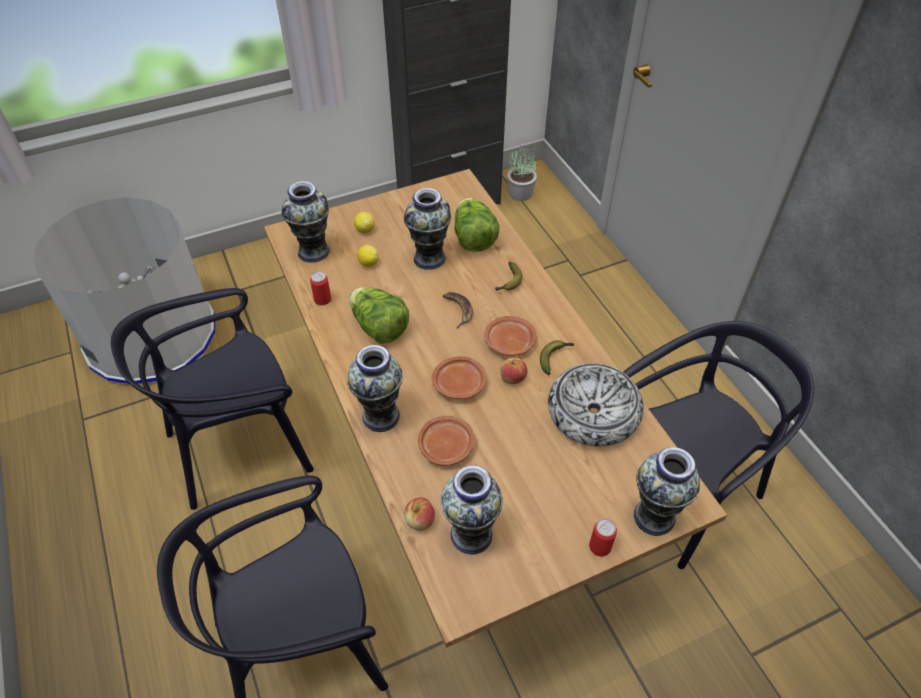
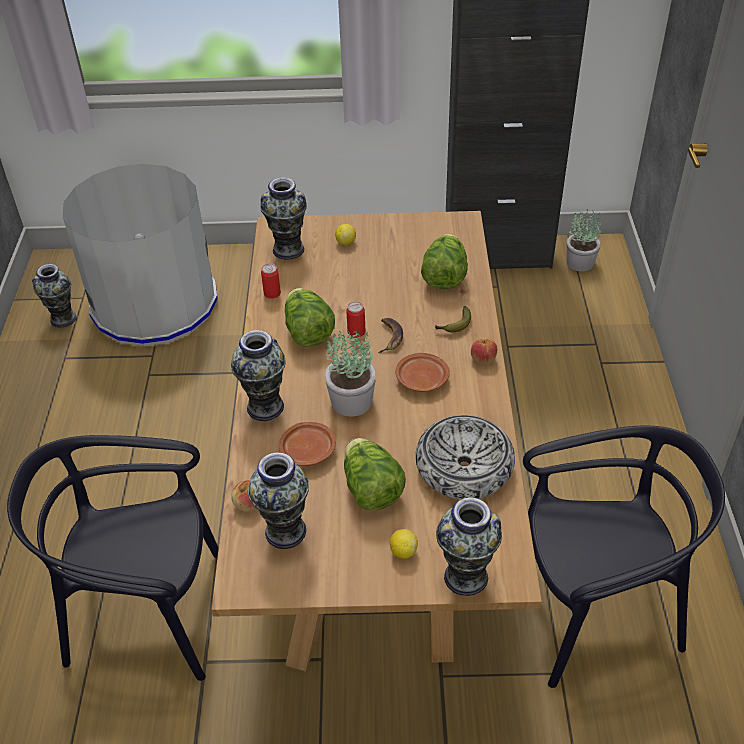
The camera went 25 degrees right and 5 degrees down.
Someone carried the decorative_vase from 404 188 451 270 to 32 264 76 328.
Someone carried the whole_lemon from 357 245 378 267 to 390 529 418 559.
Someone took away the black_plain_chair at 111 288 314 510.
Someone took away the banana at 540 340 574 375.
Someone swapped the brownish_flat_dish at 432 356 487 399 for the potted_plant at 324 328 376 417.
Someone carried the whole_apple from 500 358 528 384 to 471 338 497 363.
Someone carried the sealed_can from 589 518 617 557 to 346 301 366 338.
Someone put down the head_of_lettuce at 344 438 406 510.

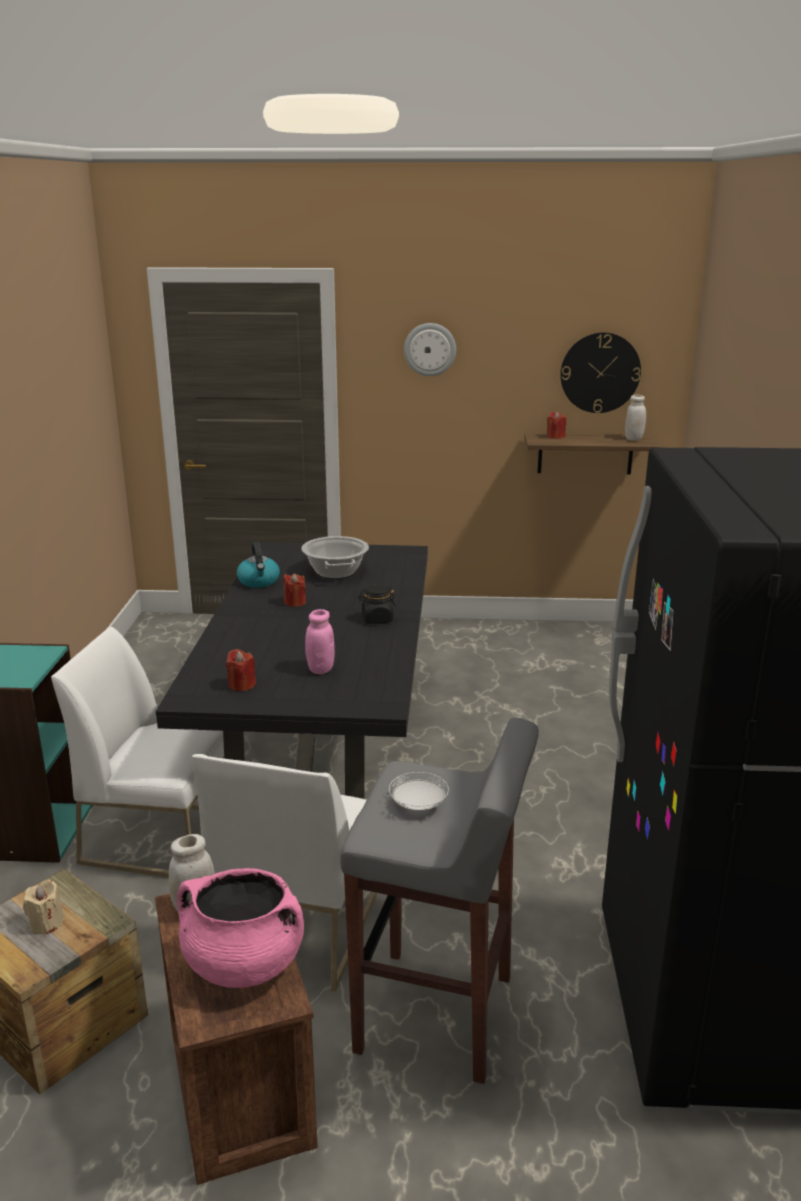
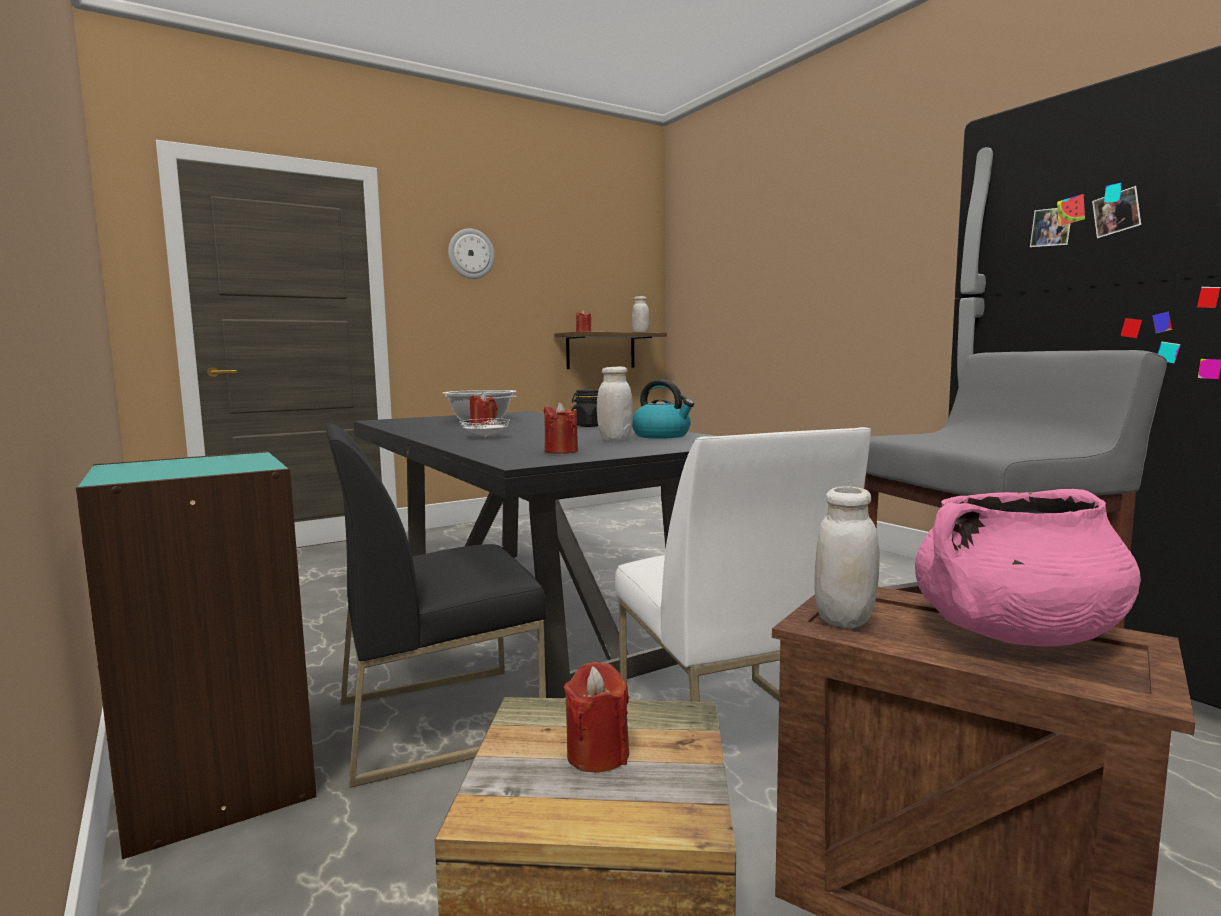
The camera went 35 degrees left and 15 degrees down.
Someone took away the hanging_clock at 560 332 641 413.
Someone carried the kettle from 237 542 280 588 to 632 380 694 439.
Someone repainted the pink_storage_jar at 305 609 335 674, which became the white_storage_jar at 597 367 633 441.
Someone repainted the white_plain_chair at 51 627 224 877, which became the black_plain_chair at 326 423 546 788.
Someone carried the white_flat_dish from 389 772 449 810 to 460 419 510 437.
Someone repainted the beige_wax_candle at 23 880 64 935, which became the red-coloured_wax_candle at 564 662 629 772.

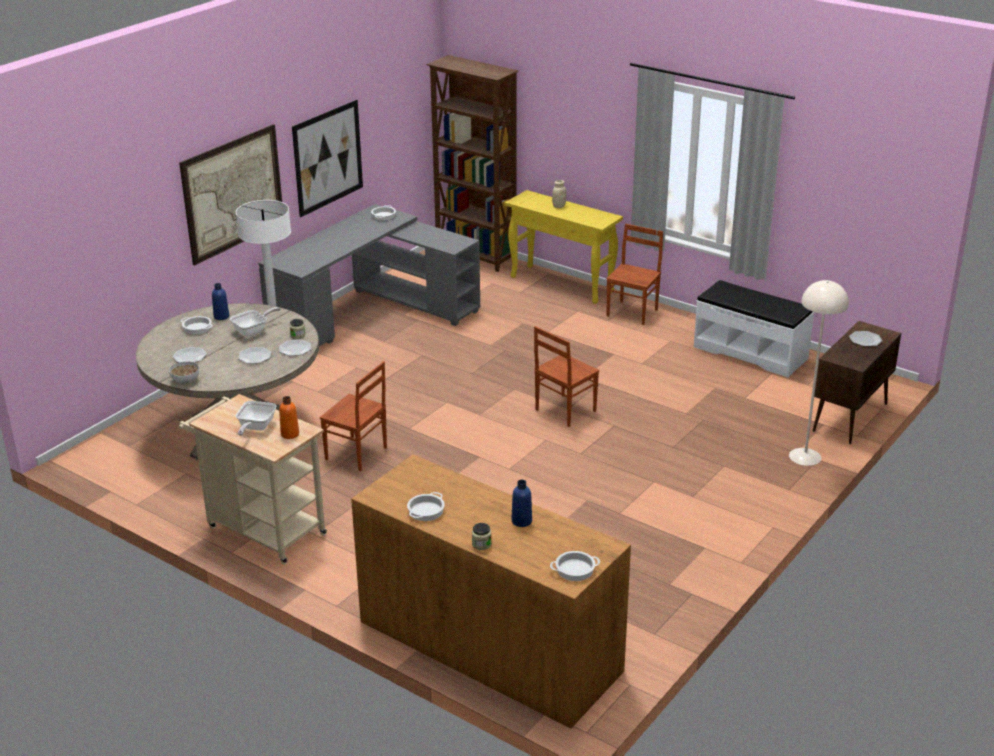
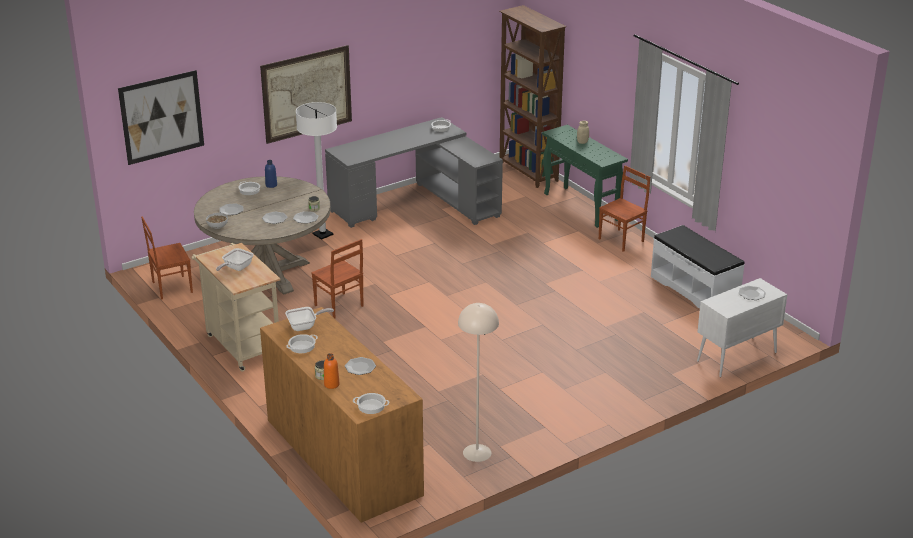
The camera went 20 degrees right and 0 degrees up.
Someone carried the picture from 292 100 363 217 to 118 70 204 165.
Someone repainted the yellow-coloured_console_table at 505 190 623 304, which became the green_console_table at 542 125 628 228.
Someone carried the beige_floor_lamp from 789 280 849 466 to 458 303 499 462.
Someone carried the pan from 230 307 281 337 to 285 307 334 331.
Someone repainted the brownish_cabinet at 813 321 901 444, which became the white_cabinet at 697 278 787 377.
Someone carried the brownish_plain_chair from 534 326 599 427 to 141 217 193 300.
Someone carried the orangey_beverage_bottle from 279 396 299 439 to 324 353 339 389.
Someone swapped the blue-coloured_beverage_bottle at 512 480 532 527 for the flat_dish at 345 357 376 375.

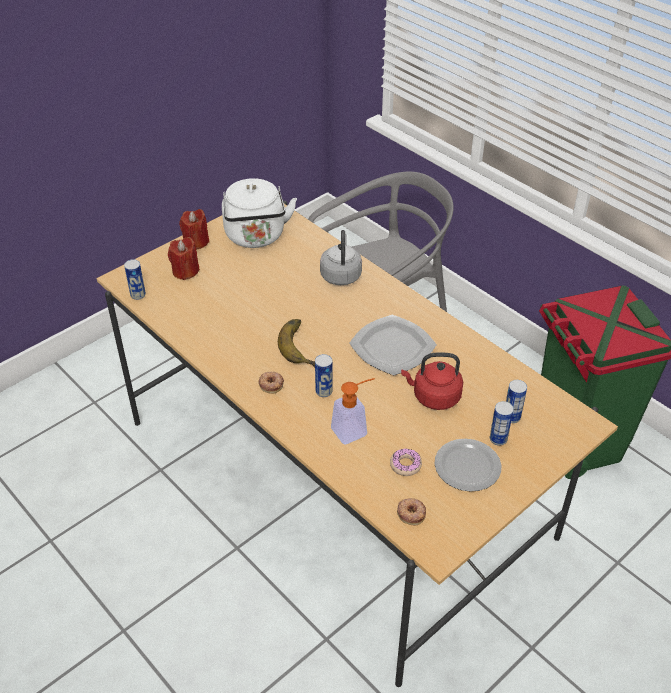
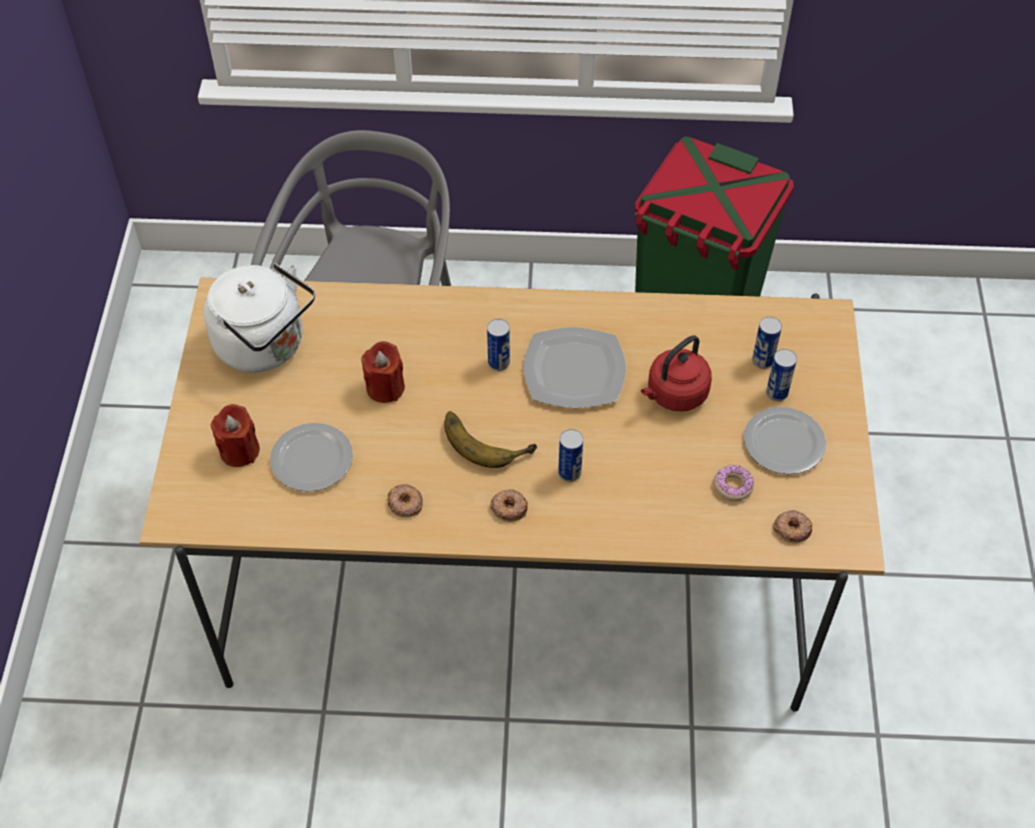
The camera went 45 degrees left and 10 degrees up.
Someone carried the red-coloured_wax_candle from 179 209 209 249 to 361 341 405 403.
Someone took away the gray_kettle at 320 230 362 285.
Someone carried the sealed_can from 124 259 146 300 to 487 319 510 371.
Someone took away the soap_bottle at 331 378 375 445.
Someone put down the flat_dish at 270 423 353 492.
Someone put down the doughnut at 388 484 423 517.

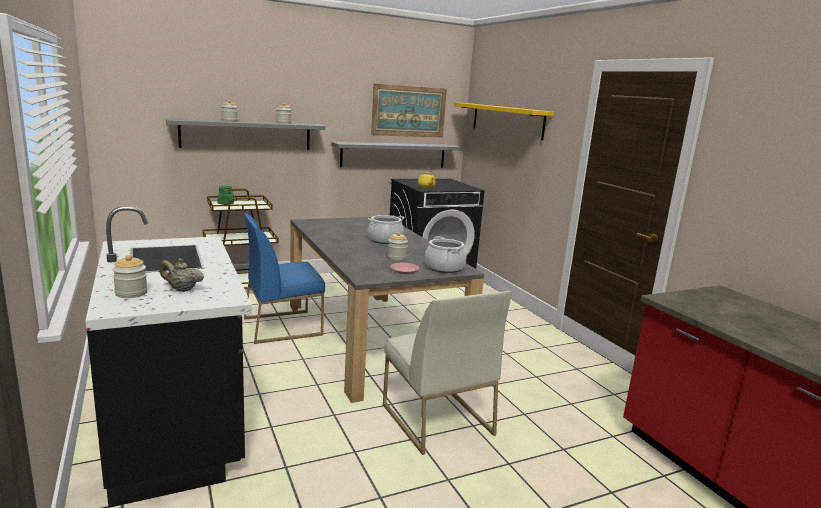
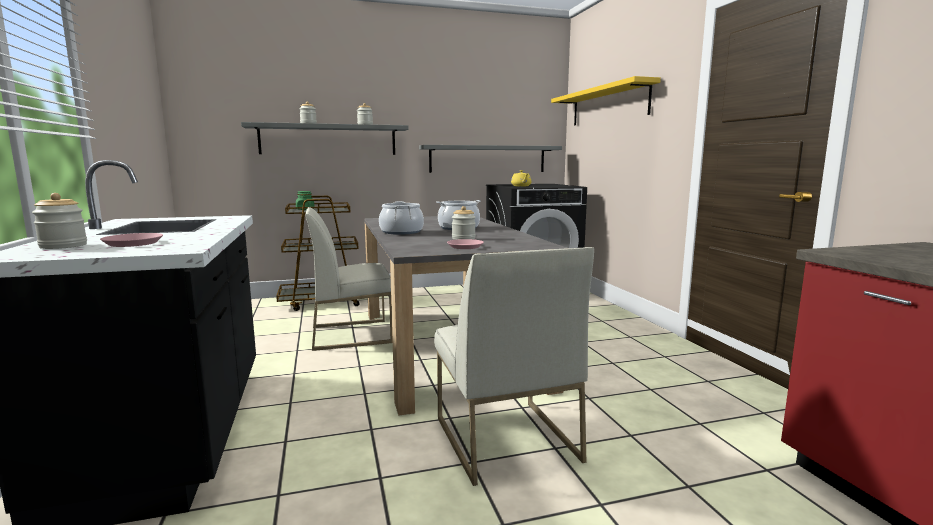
The camera went 10 degrees right and 5 degrees down.
Someone took away the picture at 371 84 447 138.
Someone repainted the blue-coloured_plain_chair at 244 213 325 344, which became the white_plain_chair at 305 207 393 351.
Someone carried the stockpot from 425 236 466 273 to 379 201 424 235.
Someone swapped the beige_tea_pot at 159 258 204 292 for the pink_flat_dish at 100 233 163 247.

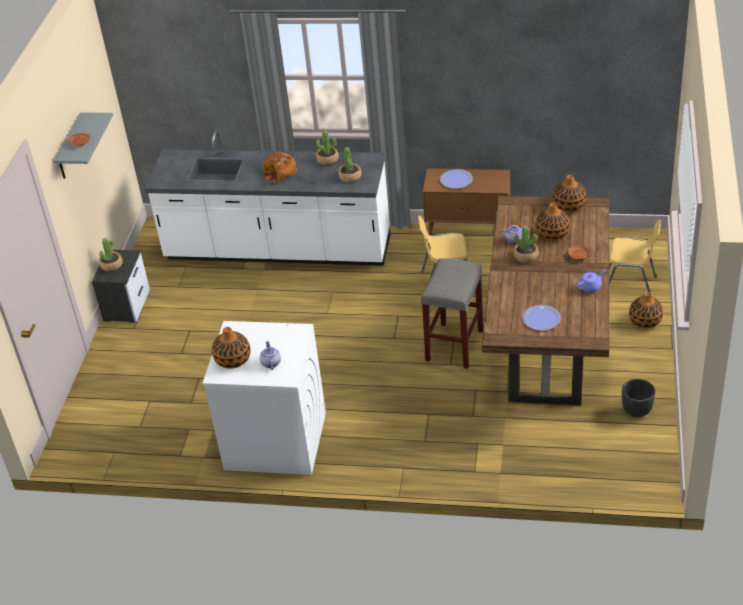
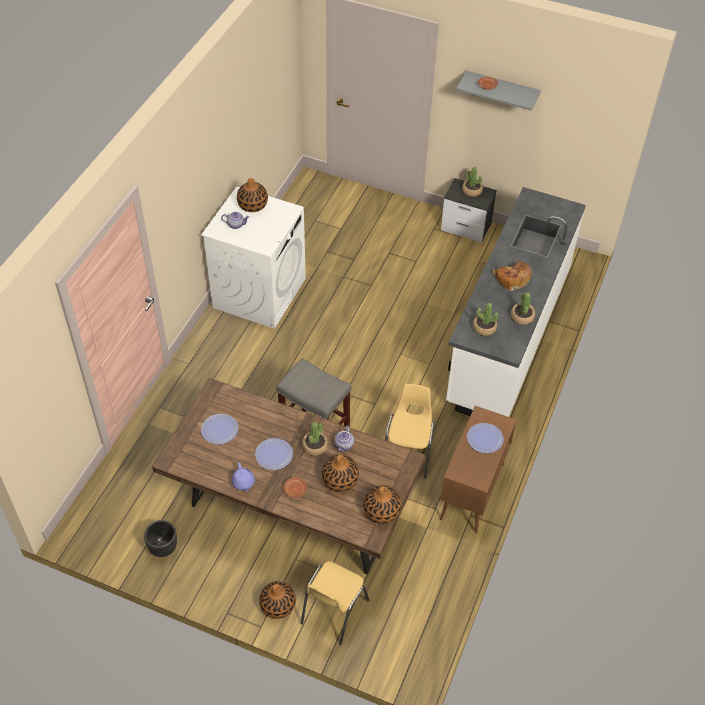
The camera went 100 degrees right and 10 degrees up.
Someone put down the flat_dish at 255 438 293 470.

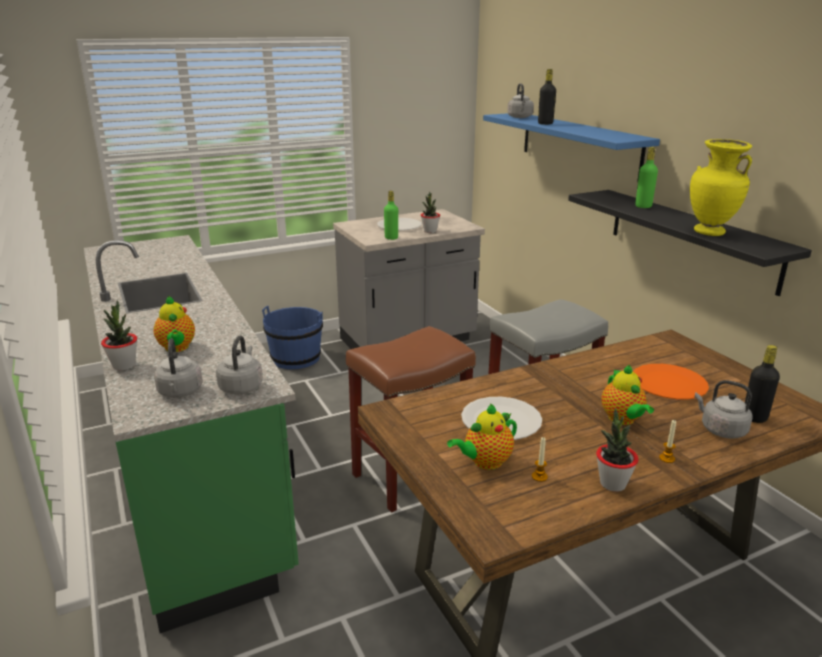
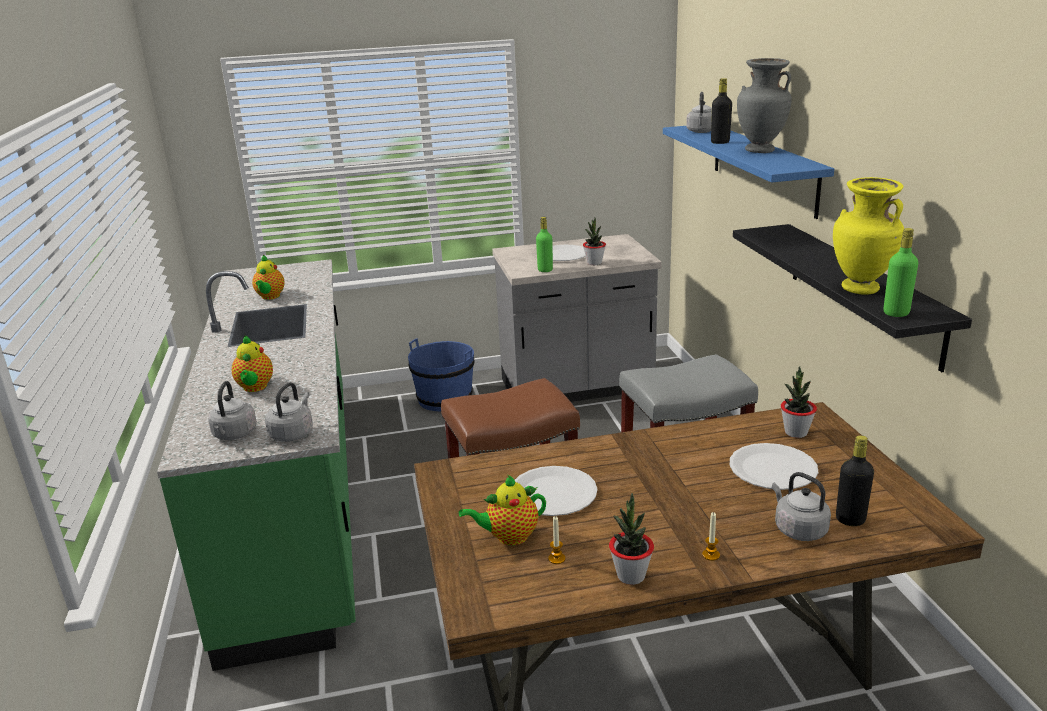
The camera went 15 degrees right and 0 degrees up.
Someone carried the green_beverage_bottle from 635 147 658 208 to 884 228 918 317.
Someone carried the potted_plant from 101 301 137 371 to 781 366 817 438.
Someone repainted the orangey_flat_dish at 633 364 709 399, which became the white_flat_dish at 730 443 818 490.
Someone carried the tea_pot from 602 365 654 425 to 252 255 285 300.
Someone put down the gray_decorative_vase at 737 58 792 153.

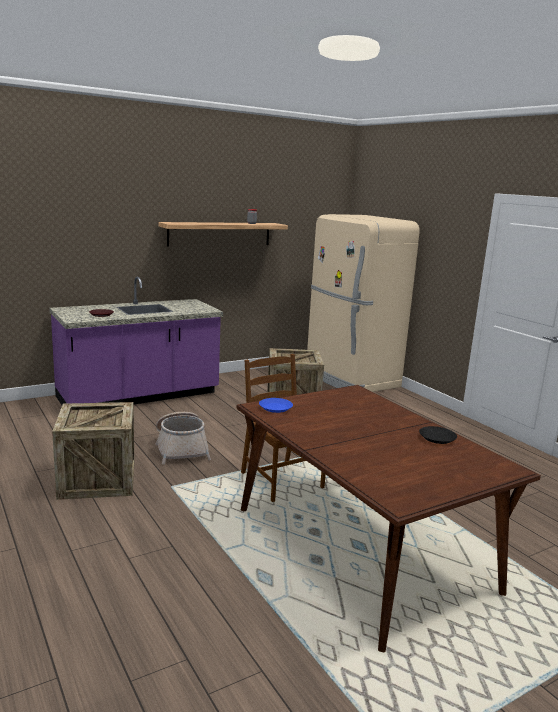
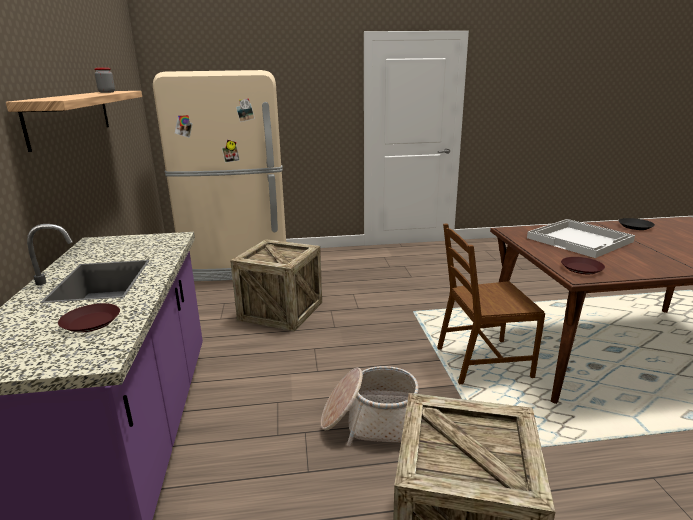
The camera went 65 degrees left and 5 degrees up.
Someone repainted the blue-coloured_flat_dish at 259 398 293 413, which became the brownish_flat_dish at 561 257 605 274.
Someone put down the white_tray at 527 219 635 258.

